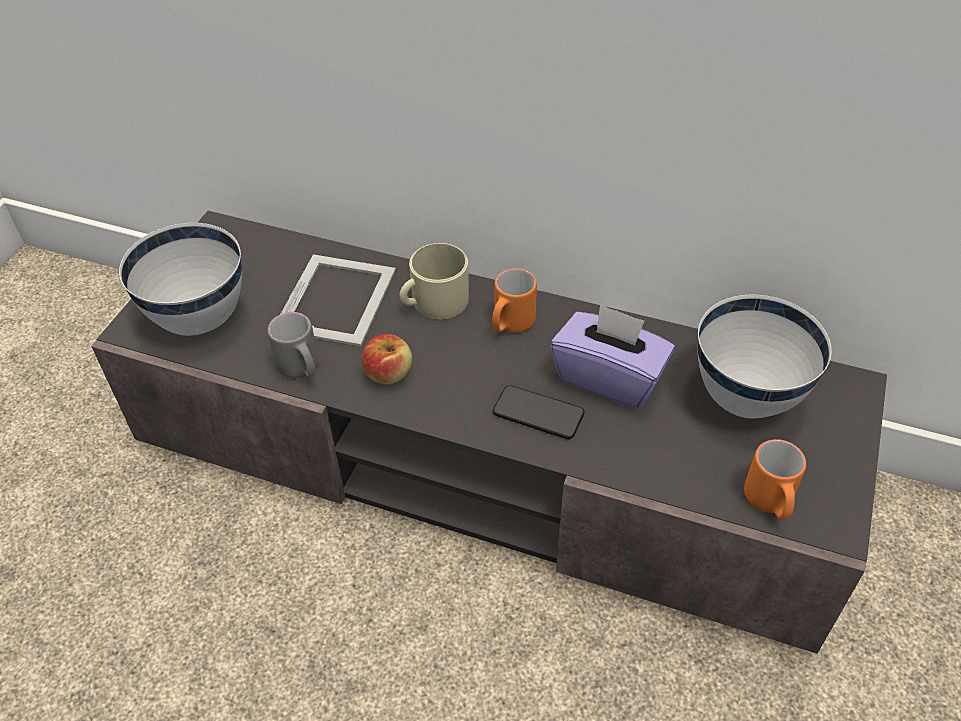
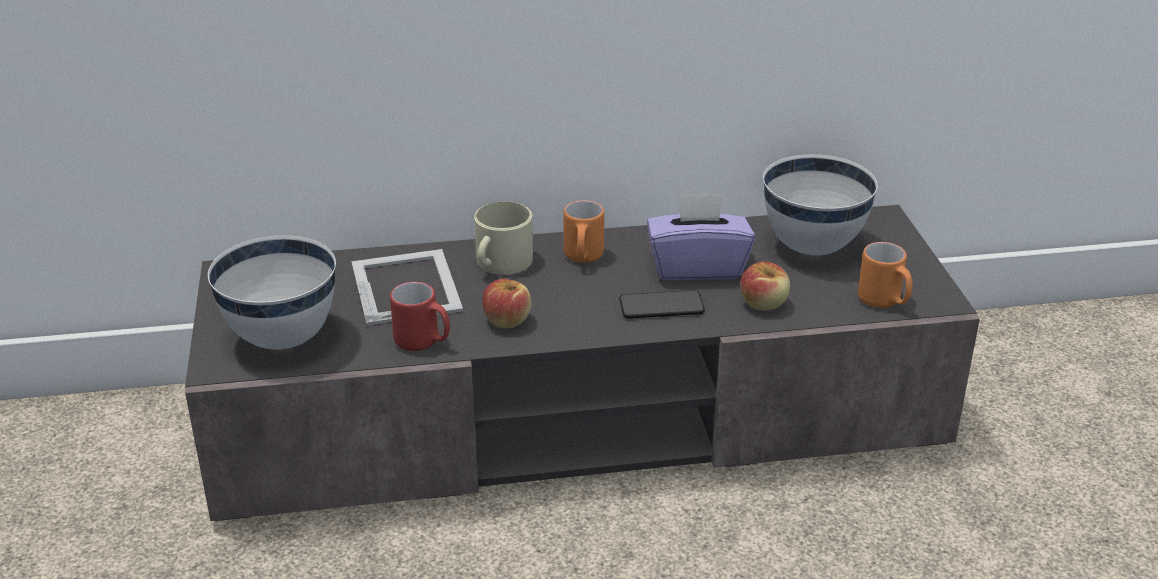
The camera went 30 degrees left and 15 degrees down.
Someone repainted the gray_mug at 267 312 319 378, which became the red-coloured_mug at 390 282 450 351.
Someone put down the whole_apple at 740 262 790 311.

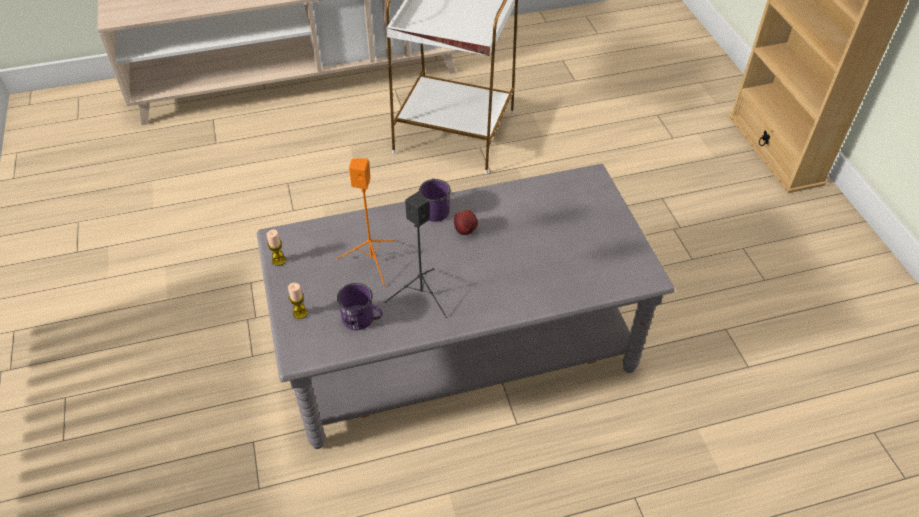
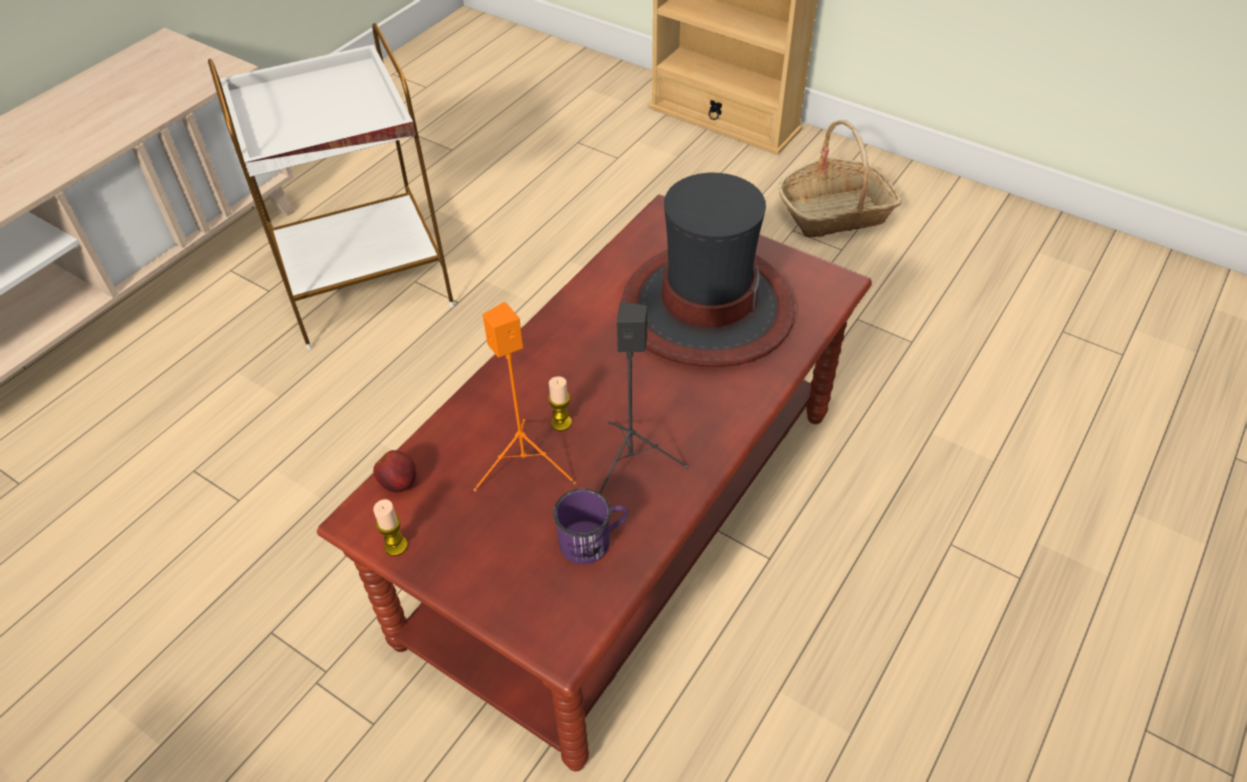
The camera went 40 degrees left and 0 degrees up.
Someone repainted the gray_coffee_table at 257 164 675 449, which became the brownish_coffee_table at 317 195 872 771.
Someone took away the purple_mug at 419 179 451 222.
Someone carried the whole_apple from 454 210 478 235 to 373 450 416 493.
Someone carried the wax_candle from 288 283 308 319 to 548 377 572 431.
Someone put down the household_basket at 778 120 902 237.
Someone put down the clothing_hat at 621 173 795 367.

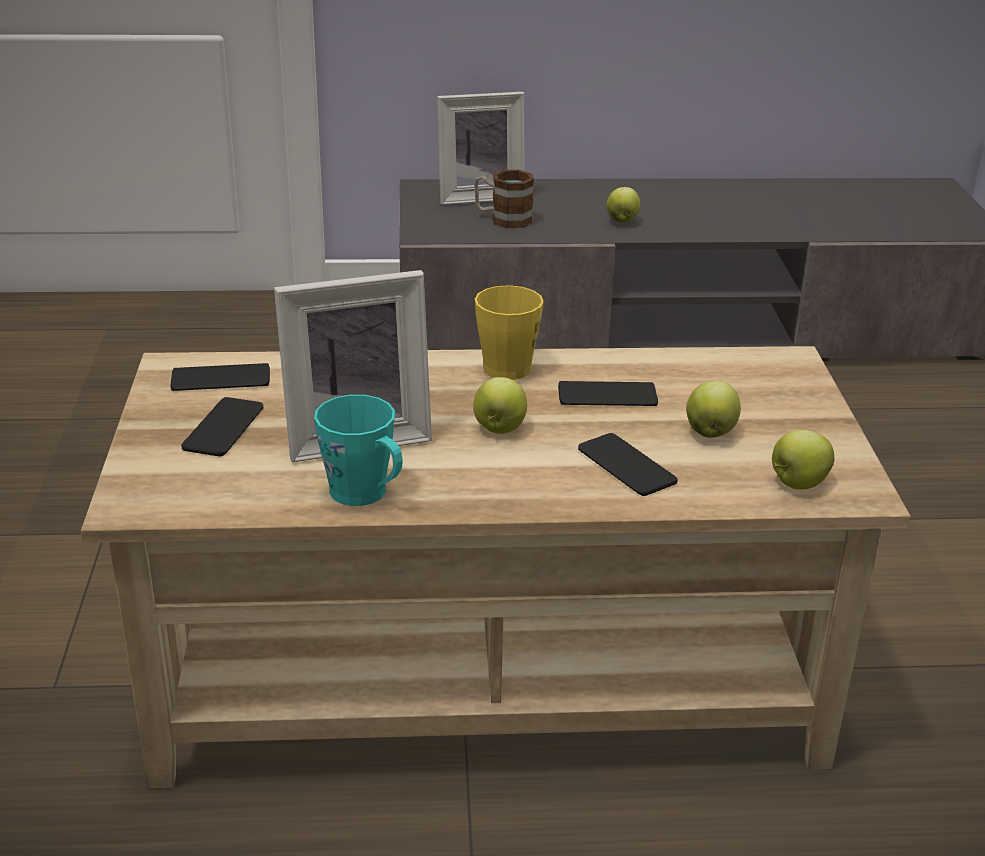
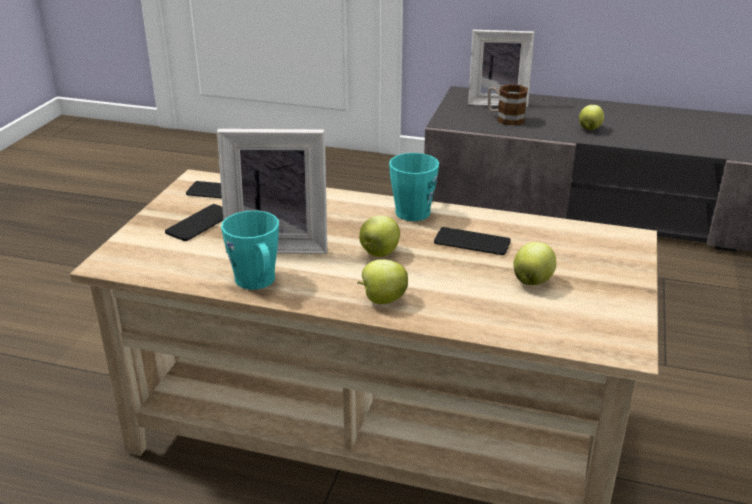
The camera went 20 degrees right and 0 degrees up.
Someone repainted the yellow-coloured_mug at 475 285 544 380, which became the turquoise_mug at 389 153 439 221.
Someone carried the whole_apple from 772 430 835 490 to 358 259 408 304.
Someone took away the telephone at 578 433 678 496.

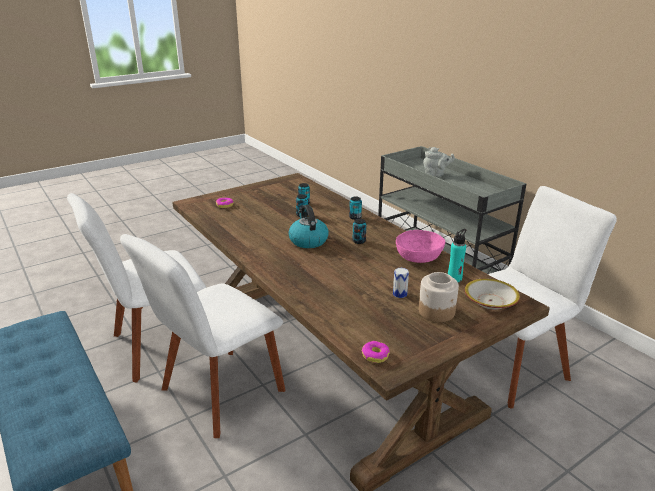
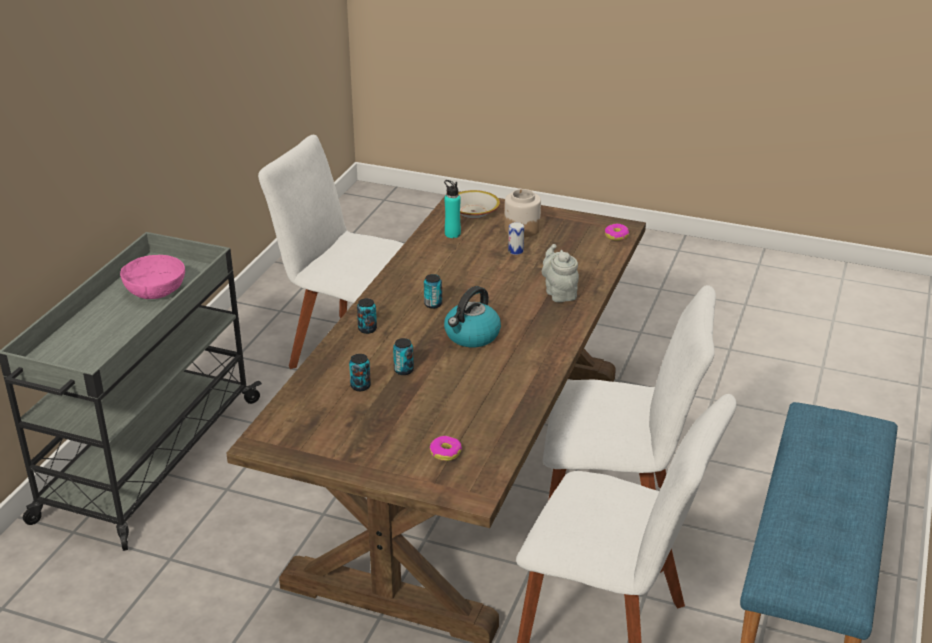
The camera went 125 degrees left and 5 degrees up.
Someone carried the gray_tea_pot from 423 147 455 177 to 542 244 579 302.
Someone carried the pink_bowl from 396 230 445 263 to 120 255 185 299.

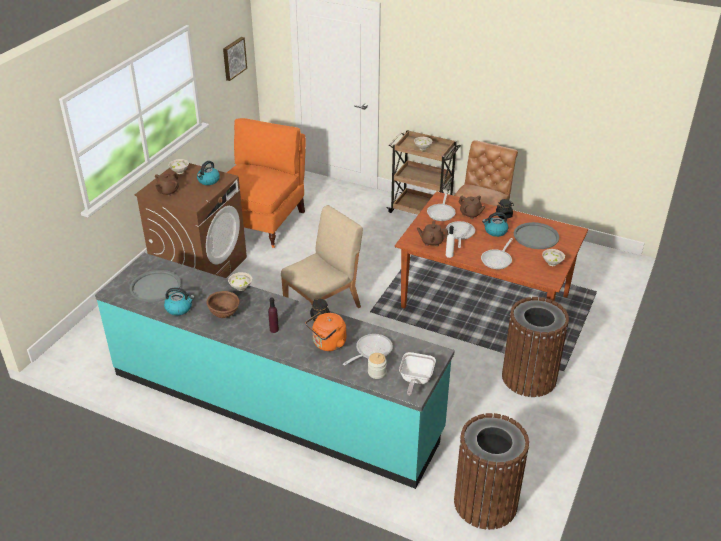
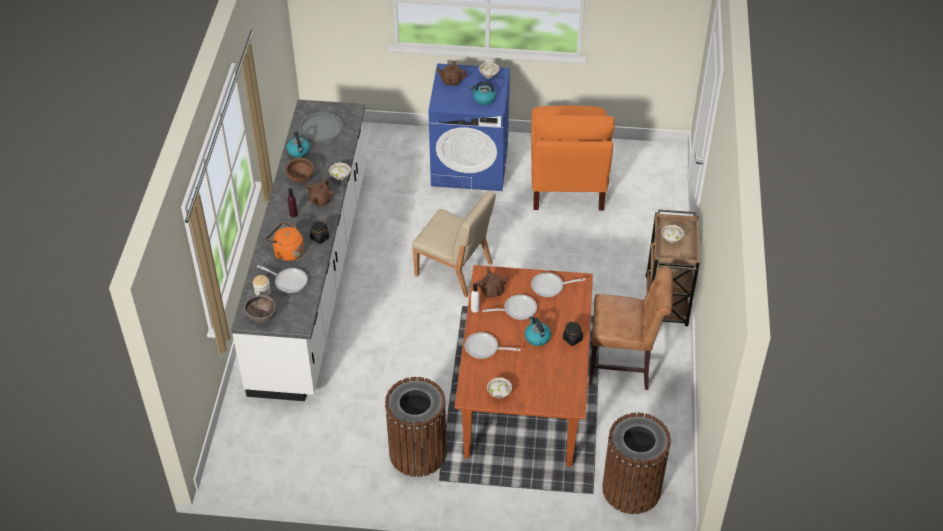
The camera went 70 degrees right and 10 degrees up.
Someone took away the picture at 223 37 247 81.
Someone rotated the orangey_plain_chair at 227 118 306 248 by 90 degrees clockwise.
Someone repainted the brownish_laundry_appliance at 135 163 247 278, which became the blue-coloured_laundry_appliance at 428 63 510 191.
Someone carried the brownish_tea_pot from 459 196 486 219 to 306 179 334 207.
Someone took away the gray_tray at 514 222 559 249.
Someone repainted the turquoise_kitchen_counter at 95 253 455 489, which became the white_kitchen_counter at 231 100 366 401.
Someone swapped the pan at 399 352 436 396 for the brownish_bowl at 244 295 276 323.
Someone carried the brownish_trash_can from 454 413 529 530 to 602 413 671 514.

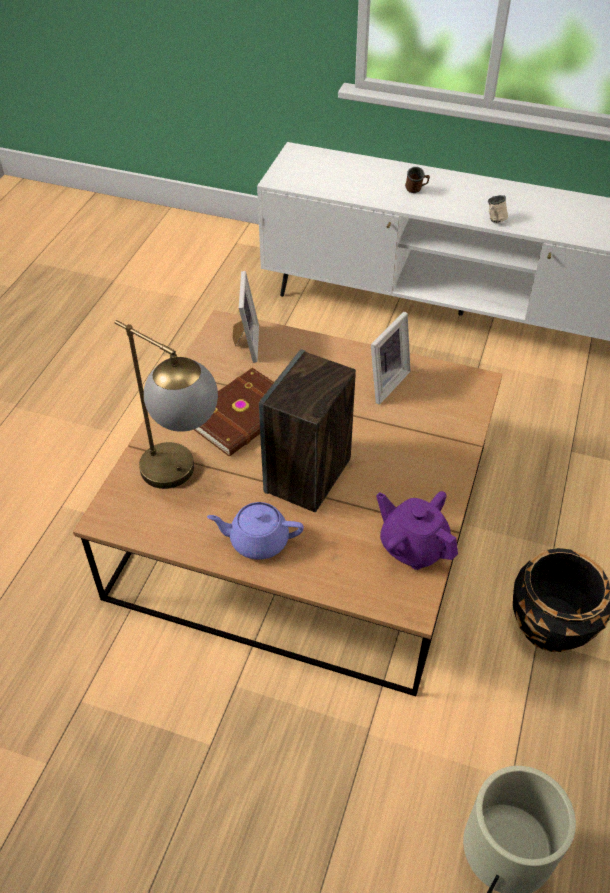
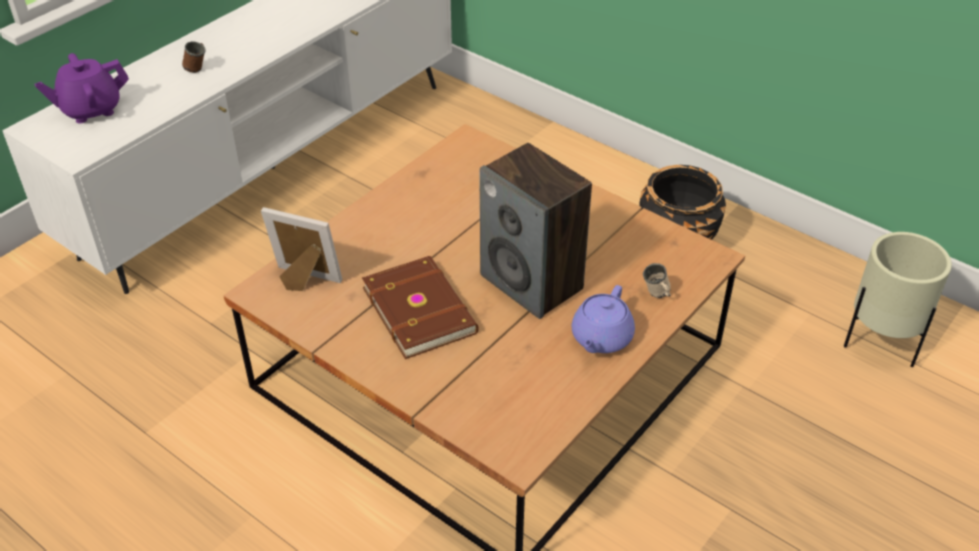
The camera went 70 degrees left and 5 degrees down.
Someone carried the beige_mug from 488 195 508 223 to 643 263 671 298.
Someone took away the picture_frame at 371 311 411 405.
Someone took away the tabletop_lamp at 115 320 218 489.
Someone carried the purple_tea_pot from 376 491 458 570 to 34 53 129 124.

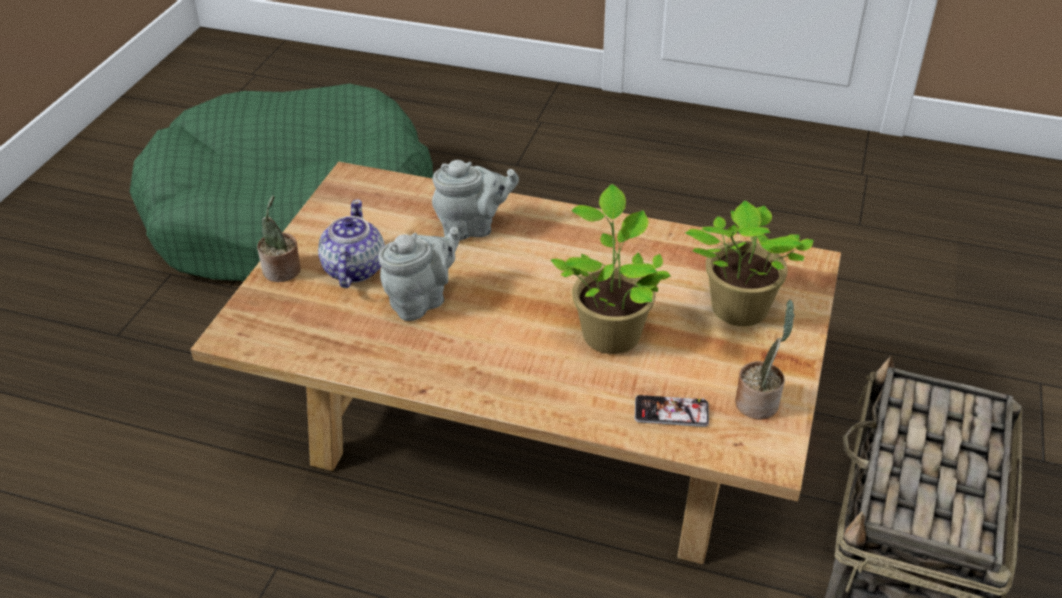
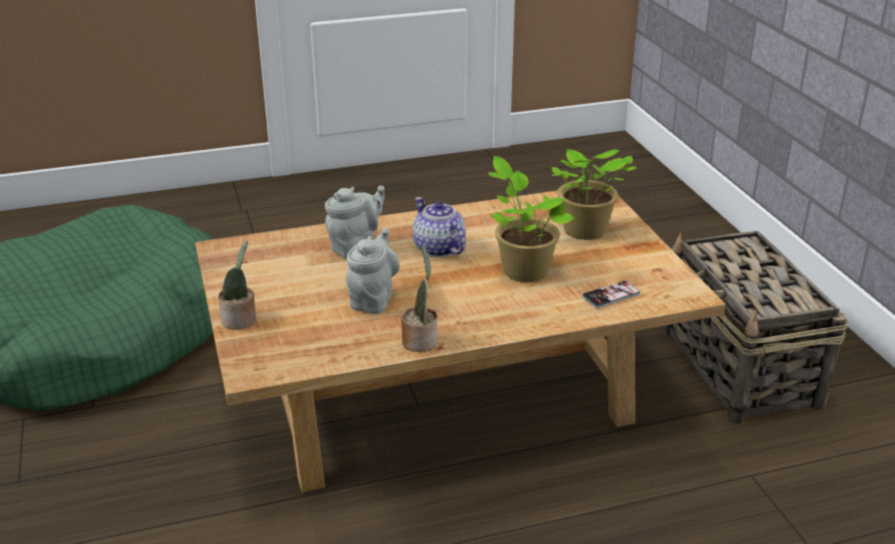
The camera went 35 degrees left and 10 degrees down.
Someone carried the tea_pot from 318 200 385 288 to 412 197 466 257.
Someone carried the potted_plant from 735 299 795 420 to 401 245 438 352.

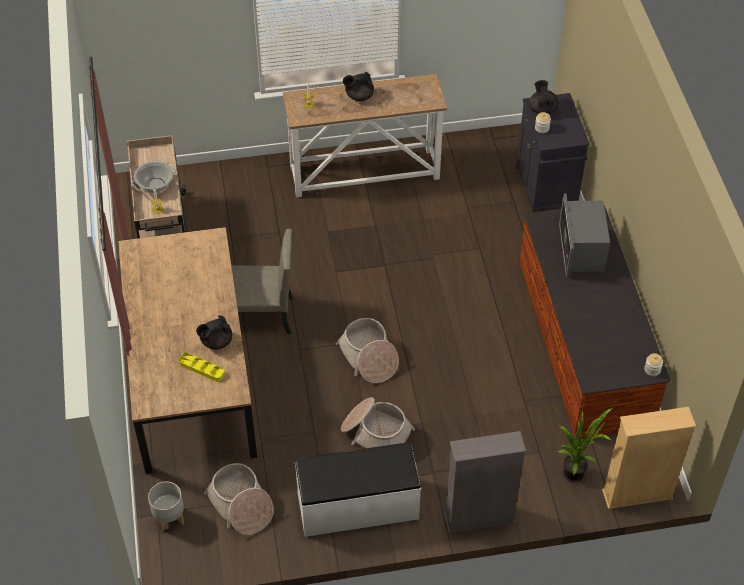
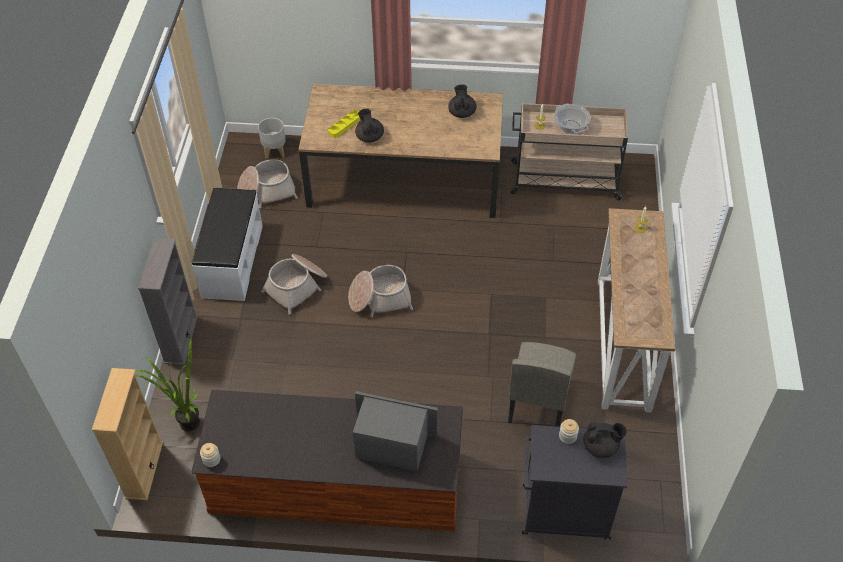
The camera went 105 degrees right and 0 degrees up.
Someone carried the black_tea_pot from 343 72 374 101 to 448 85 476 118.
Someone carried the beige_plain_chair from 231 229 293 334 to 508 342 576 427.

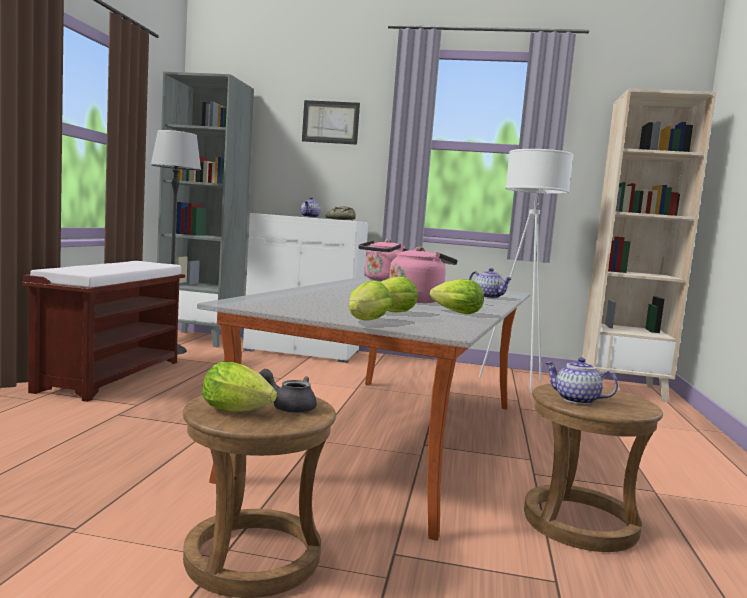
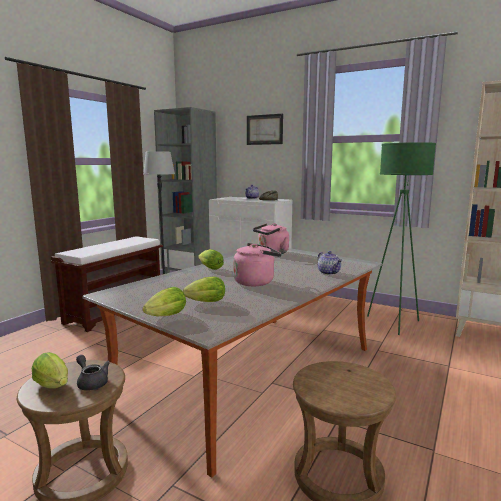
The camera went 20 degrees right and 5 degrees up.
Someone repainted the white_floor_lamp at 479 149 574 394, which became the green_floor_lamp at 367 142 436 335.
Someone carried the head_of_lettuce from 430 279 484 314 to 198 249 224 270.
Someone took away the tea_pot at 544 358 618 405.

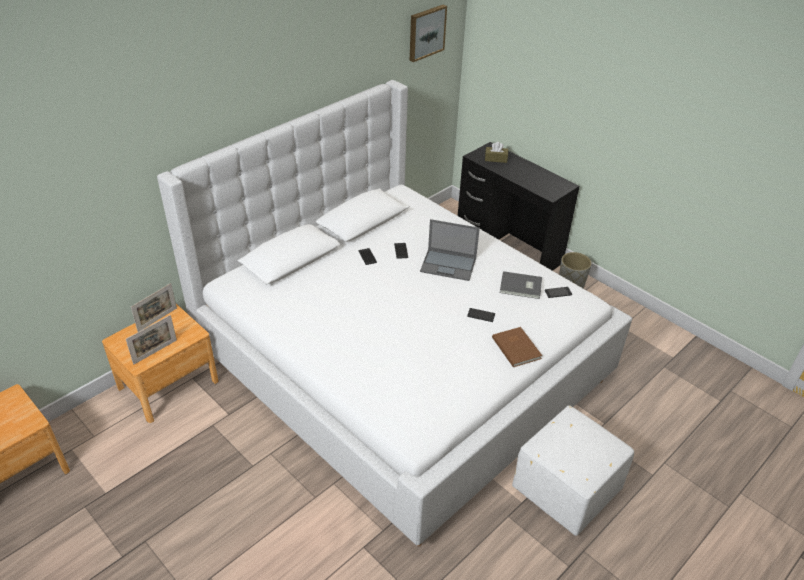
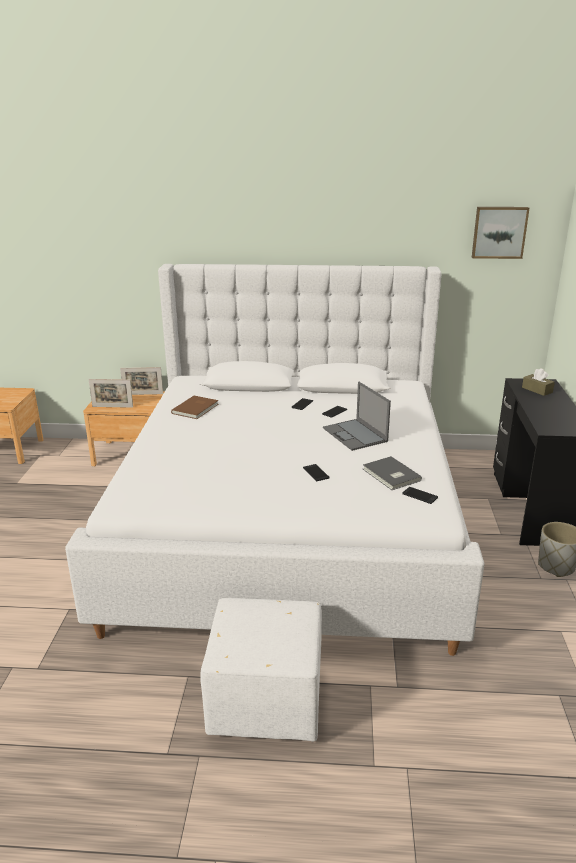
The camera went 50 degrees right and 15 degrees down.
Someone carried the brownish_volume from 492 327 542 367 to 171 396 218 419.

